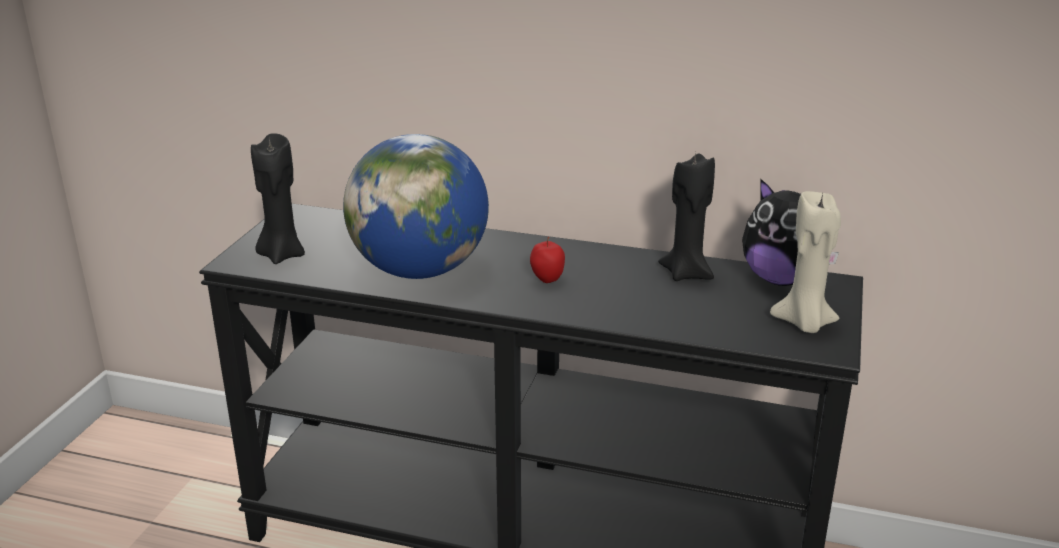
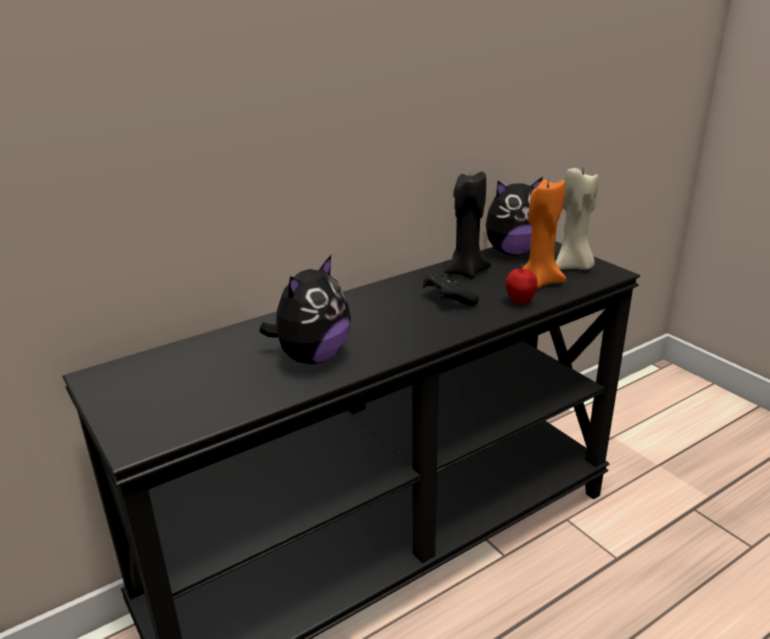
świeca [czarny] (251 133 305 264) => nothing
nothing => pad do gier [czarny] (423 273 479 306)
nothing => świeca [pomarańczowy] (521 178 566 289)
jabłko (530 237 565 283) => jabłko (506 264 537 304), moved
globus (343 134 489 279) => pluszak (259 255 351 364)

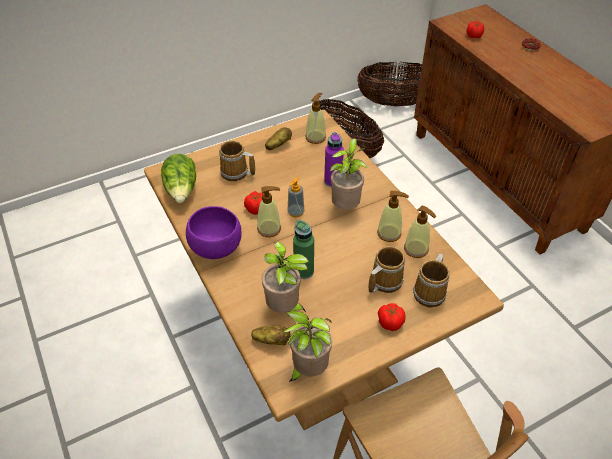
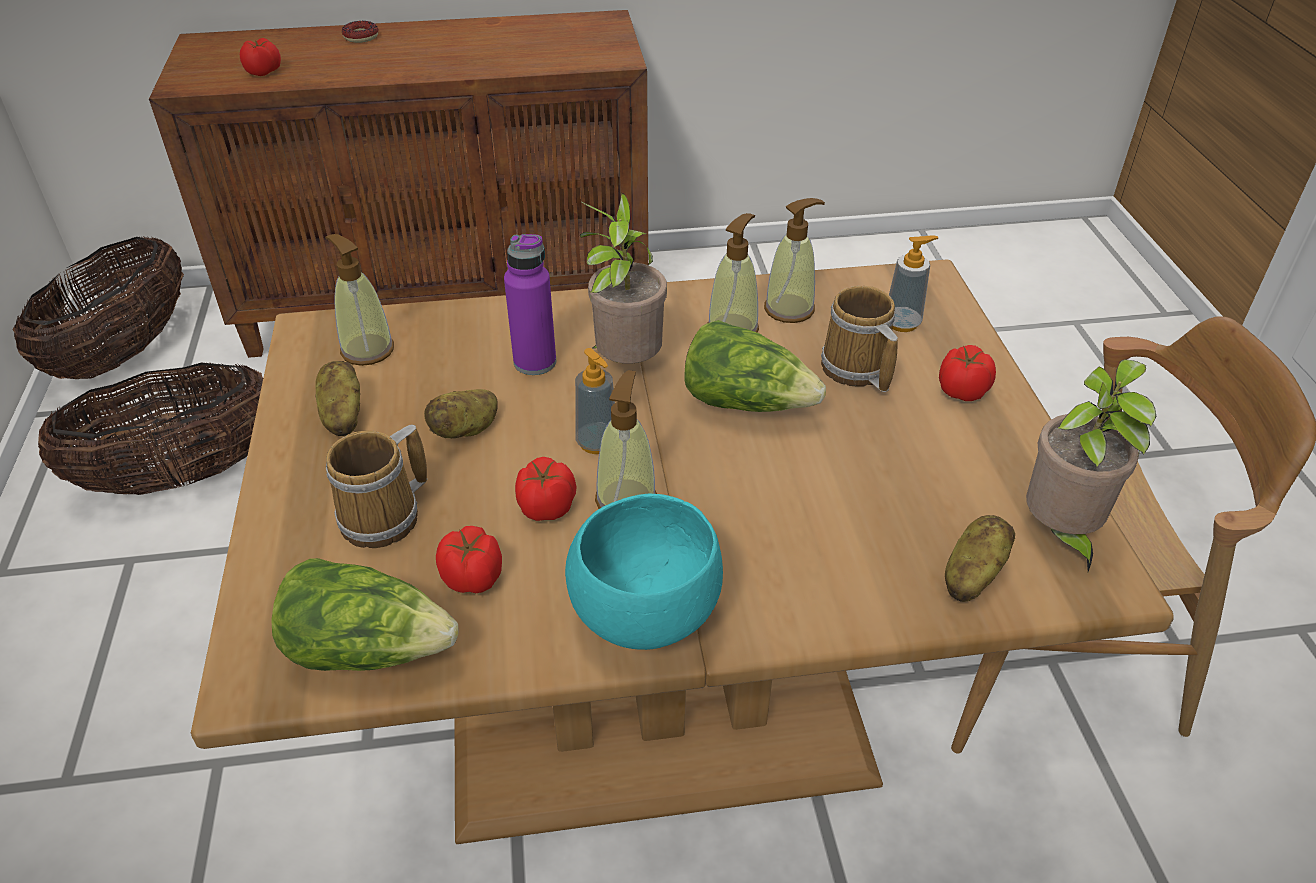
roślina doniczkowa (262 241 309 313) => nothing
butelka [zielony] (293 220 314 279) => nothing
nothing => ziemniak (424 389 498 438)
nothing => pomidor (436 526 502 593)
nothing => sałata (684 320 826 412)
kubek (413 254 450 307) => dozownik mydła (889 236 938 332)
miska [fioletowy] (186 206 242 259) => miska [turkusowy] (565 493 723 650)

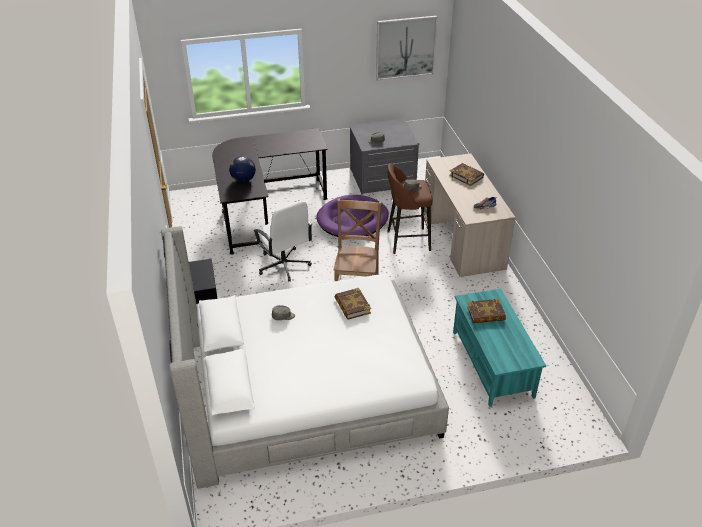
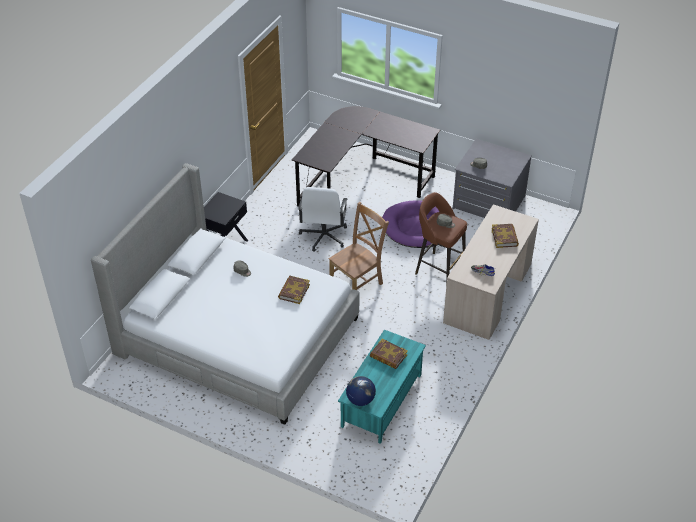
obraz (376 16 438 81) => nothing
globus (229 156 256 183) => globus (346 376 376 406), moved

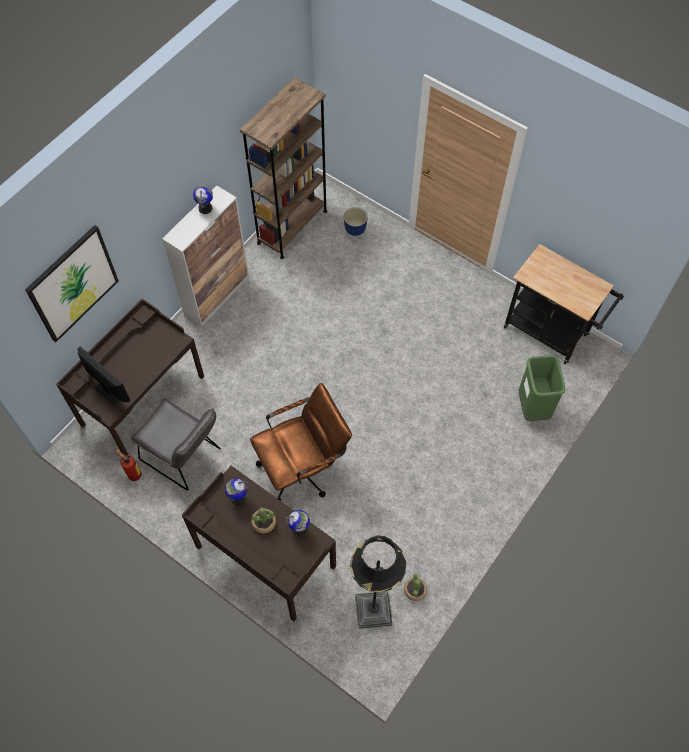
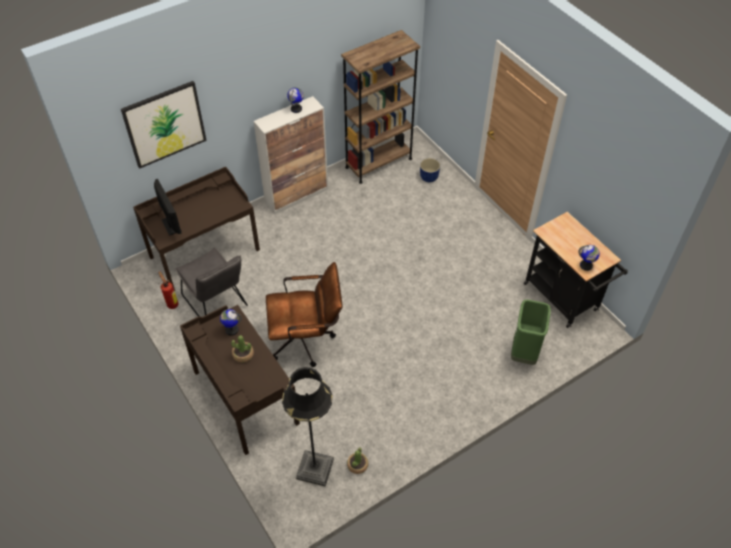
globus (284 510 310 536) => globus (578 245 600 271), moved

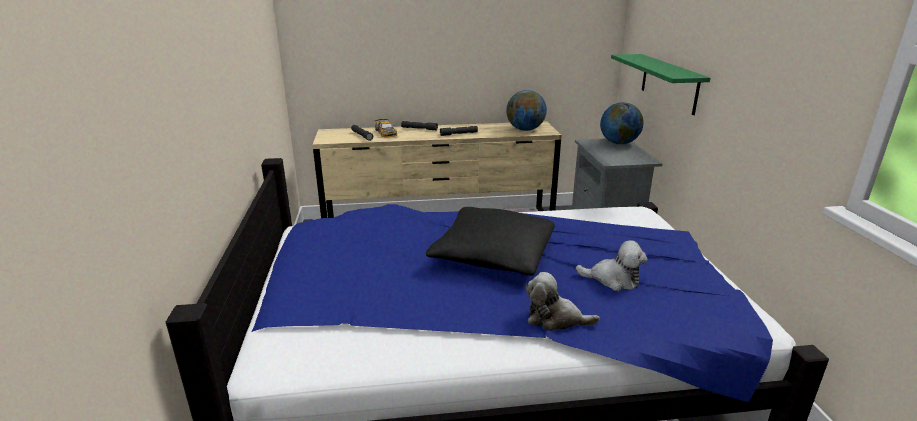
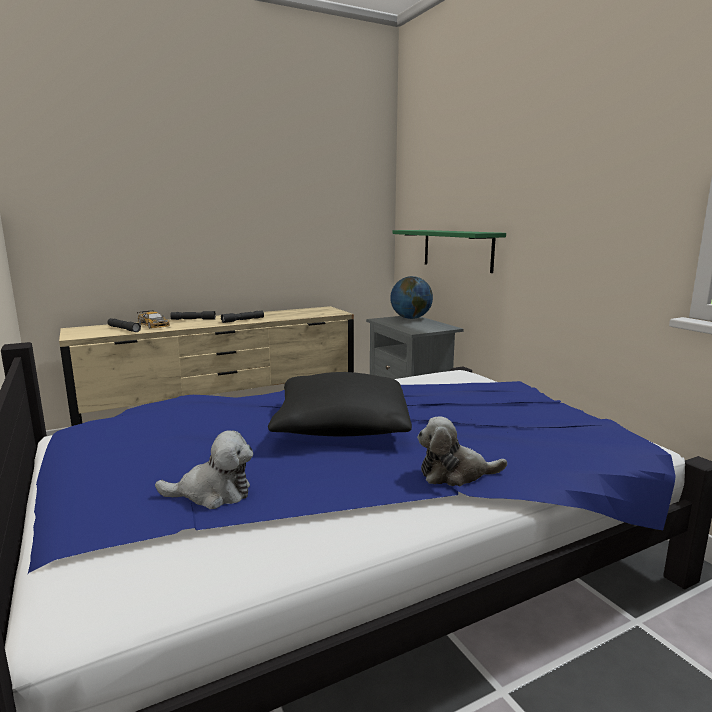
globus (506 90 547 131) => nothing
pluszak (576 240 648 291) => pluszak (155 430 253 509), moved

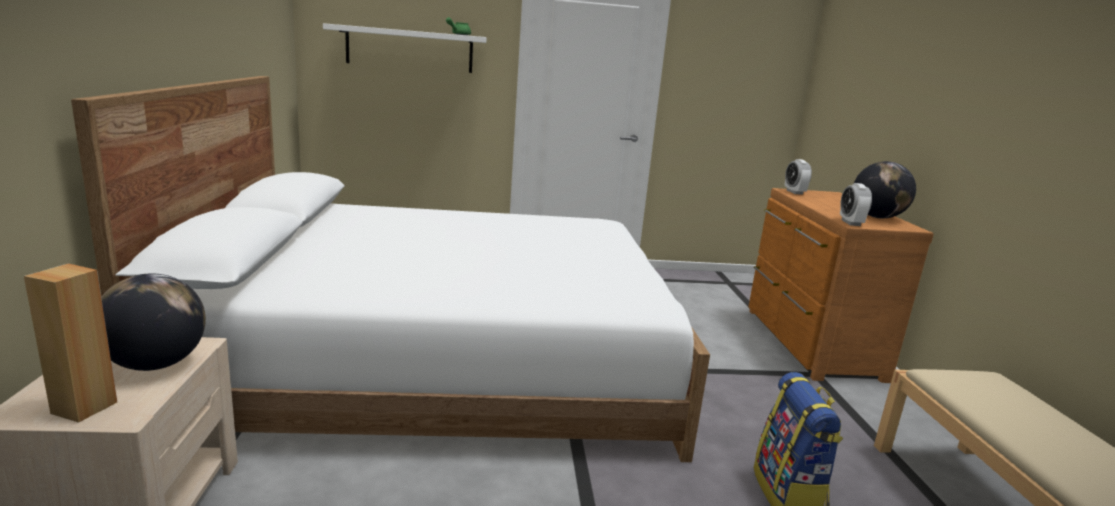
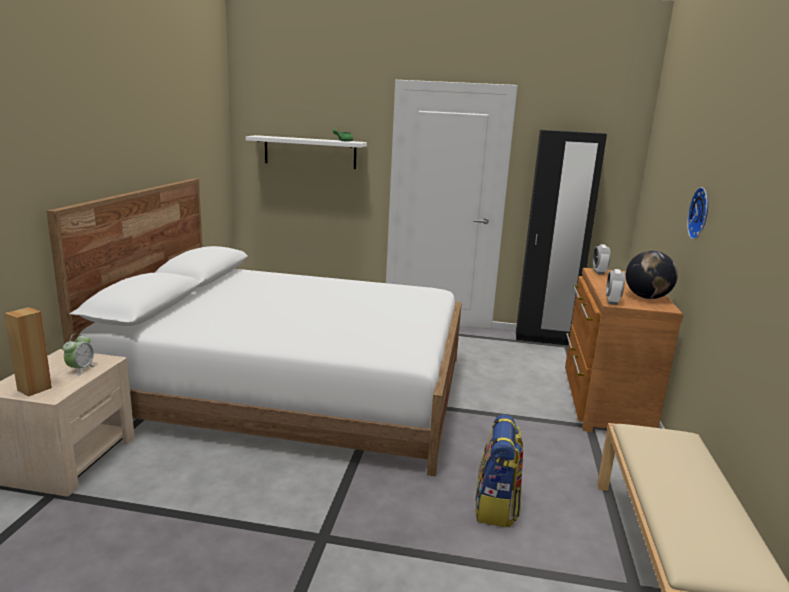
nothing => szafa [czarny] (516 130 607 346)
nothing => zegar ścienny (687 187 708 240)
globus (101 273 206 371) => budzik (63 333 96 376)

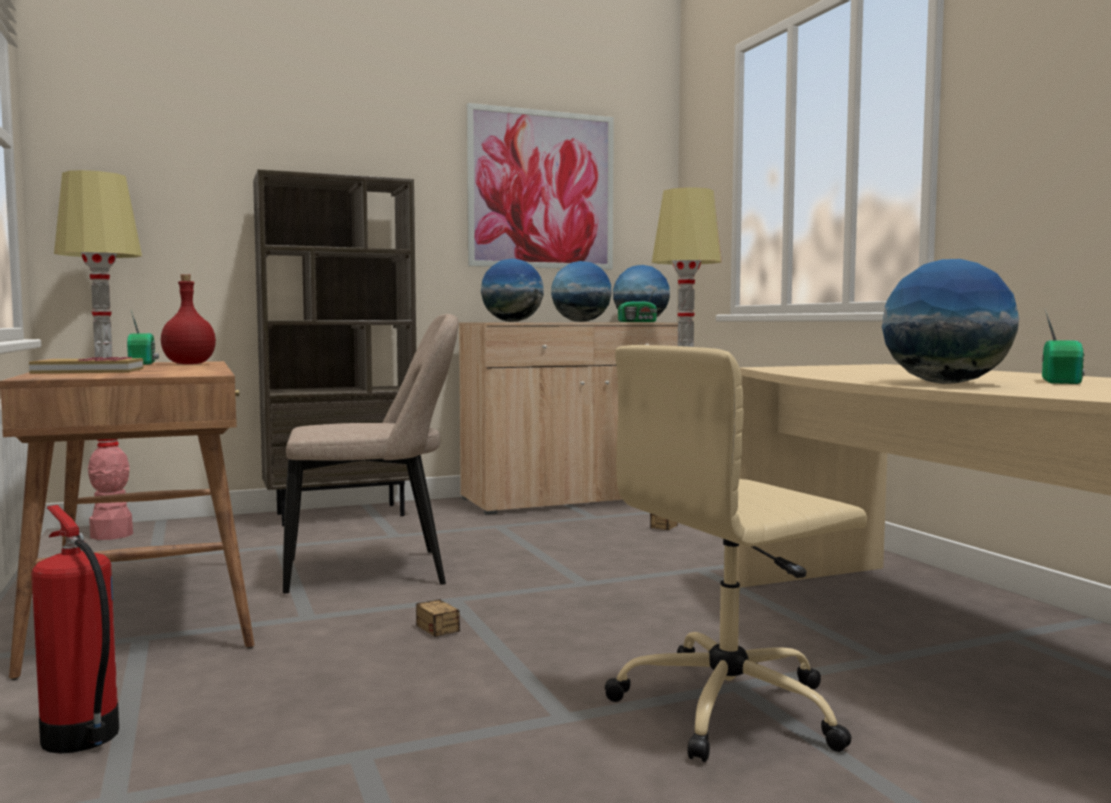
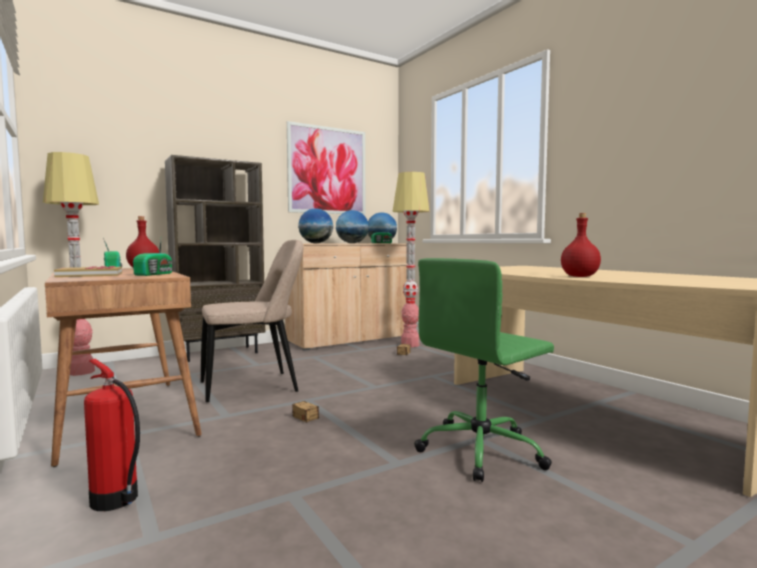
radio (1042 309 1085 384) => radio (133 240 172 276), moved
globus (882 259 1019 384) => butelka [czerwony] (561 213 601 277)
krzesło biurowe [beżowy] (605 345 867 762) => krzesło biurowe [zielony] (414 258 554 482)

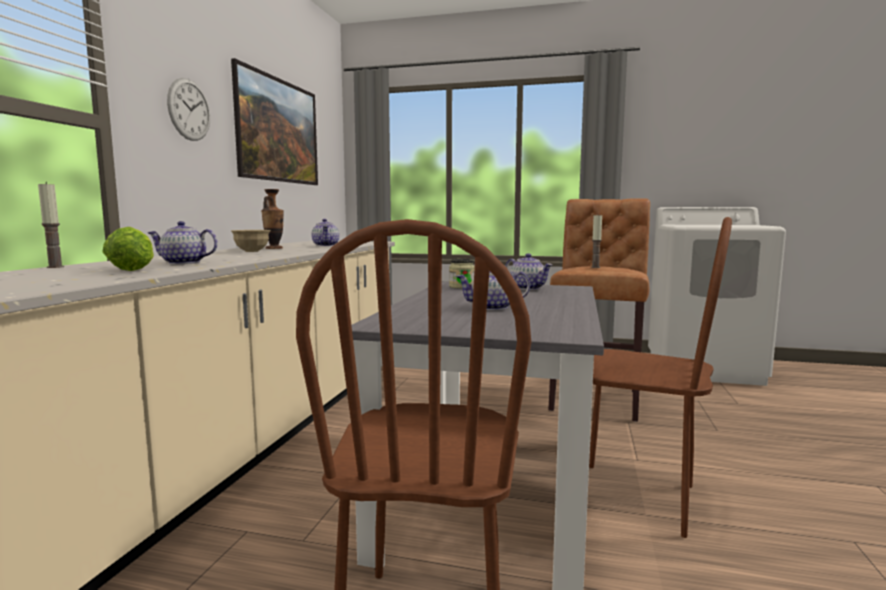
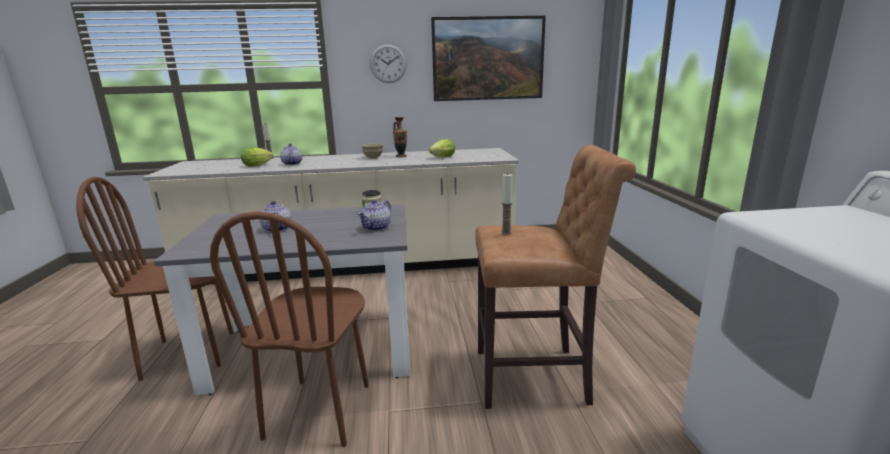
imbryk (311 219 339 246) => sałata (428 139 455 157)

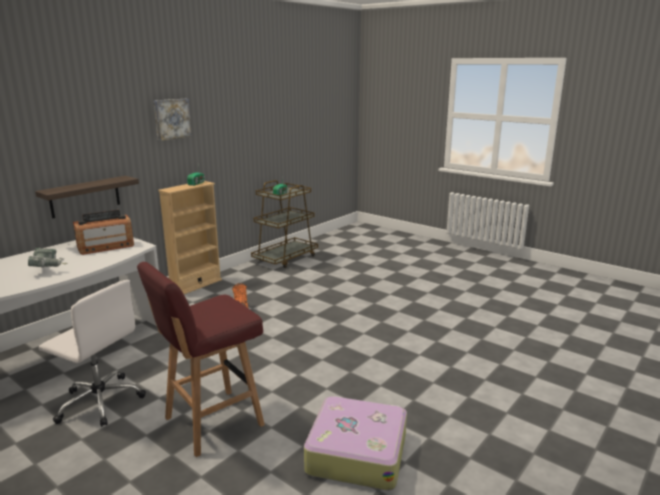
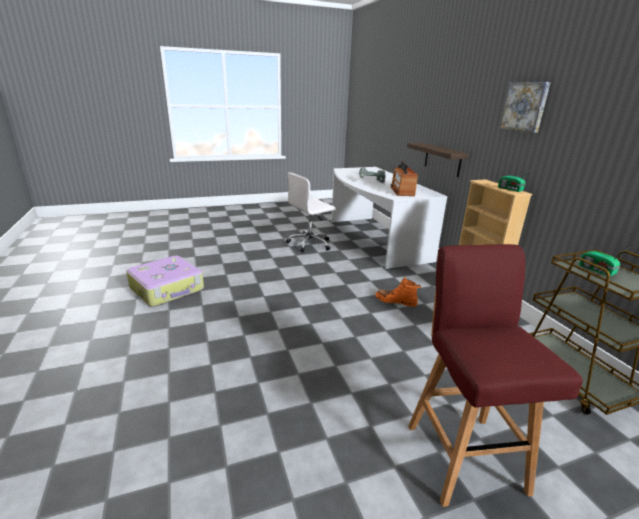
stołek [czerwony] (137 262 265 457) => stołek [czerwony] (408 244 583 507), moved

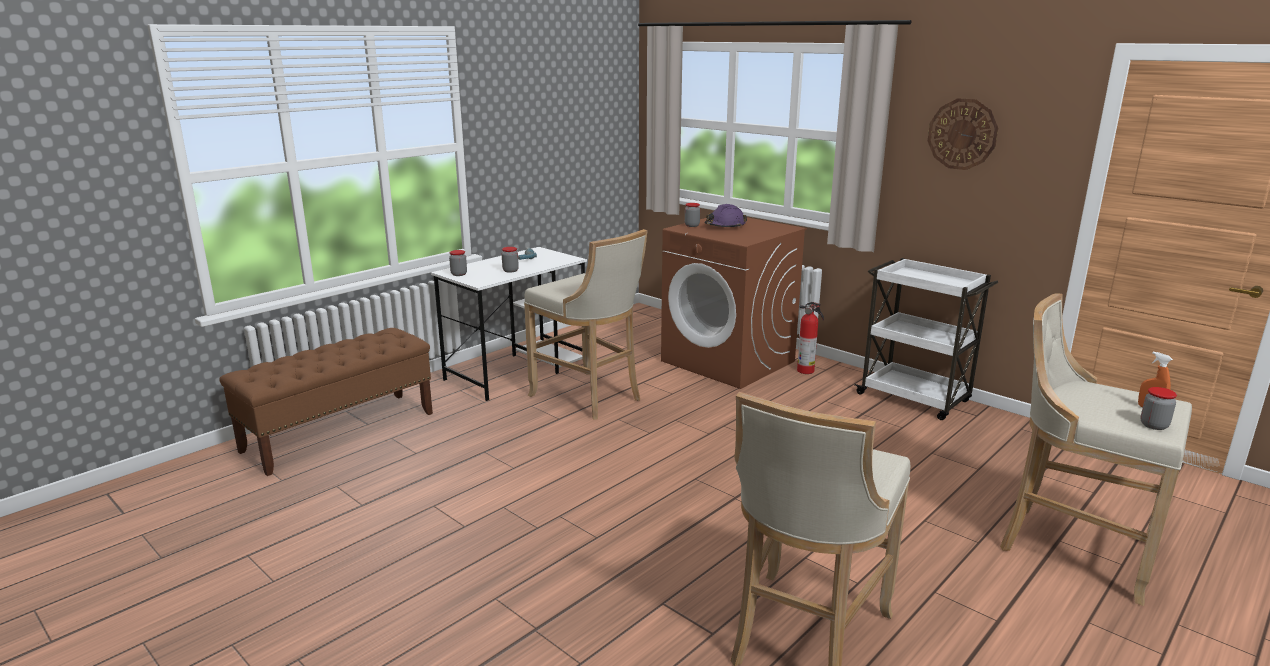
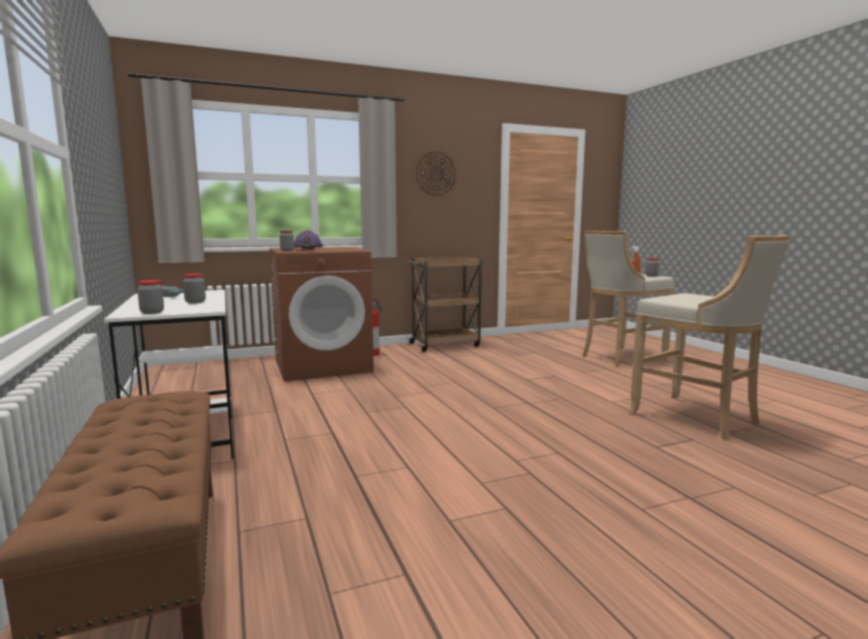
stołek [beżowy] (524 229 648 420) => nothing
wózek [biały] (854 258 998 420) => wózek [brązowy] (407 257 486 352)

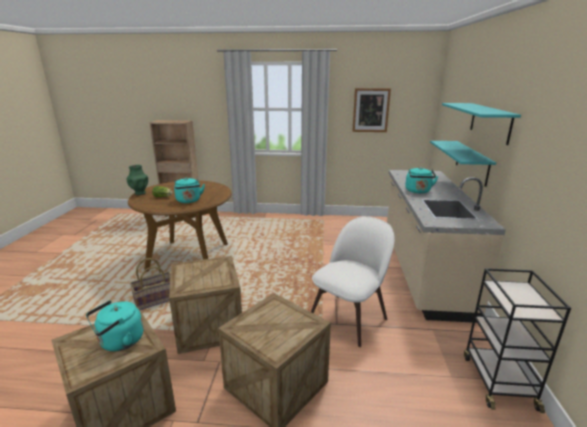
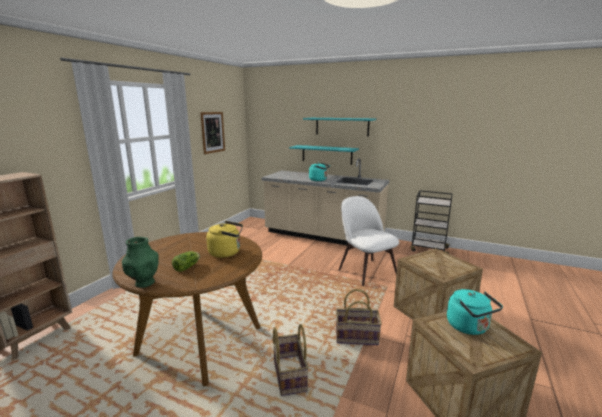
skrzynka (169 256 242 354) => koszyk (336 289 382 345)
czajnik [turkusowy] (174 178 205 203) => czajnik [żółty] (206 221 243 258)

